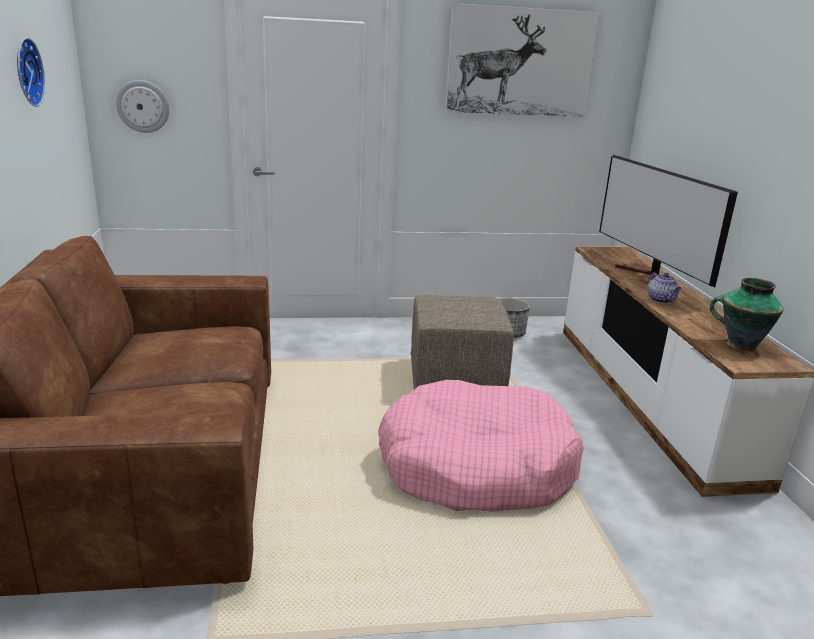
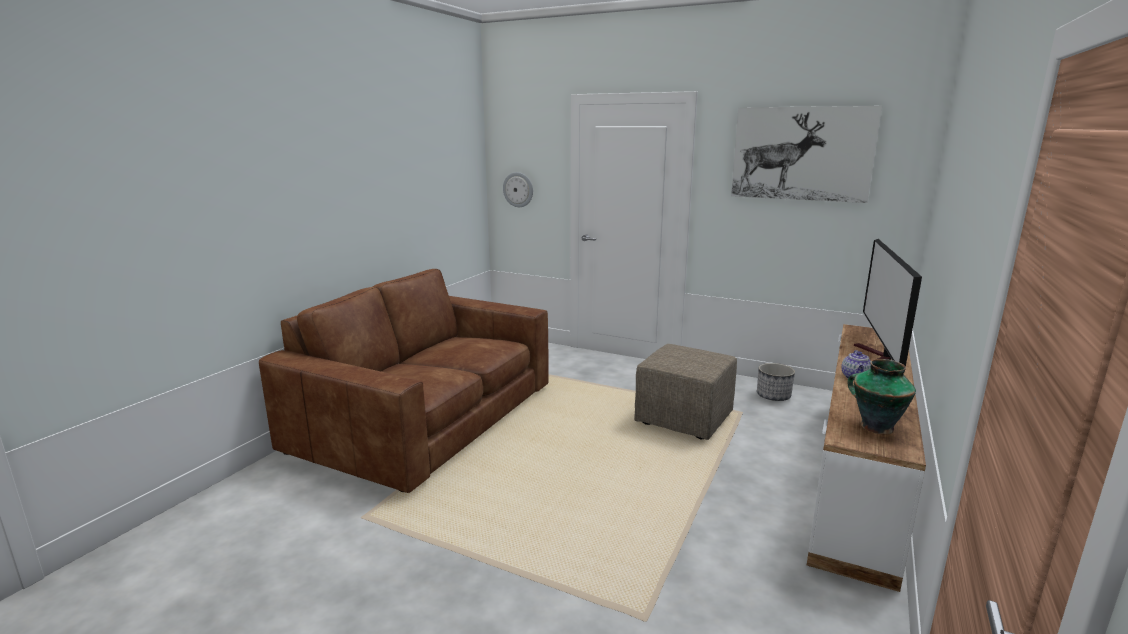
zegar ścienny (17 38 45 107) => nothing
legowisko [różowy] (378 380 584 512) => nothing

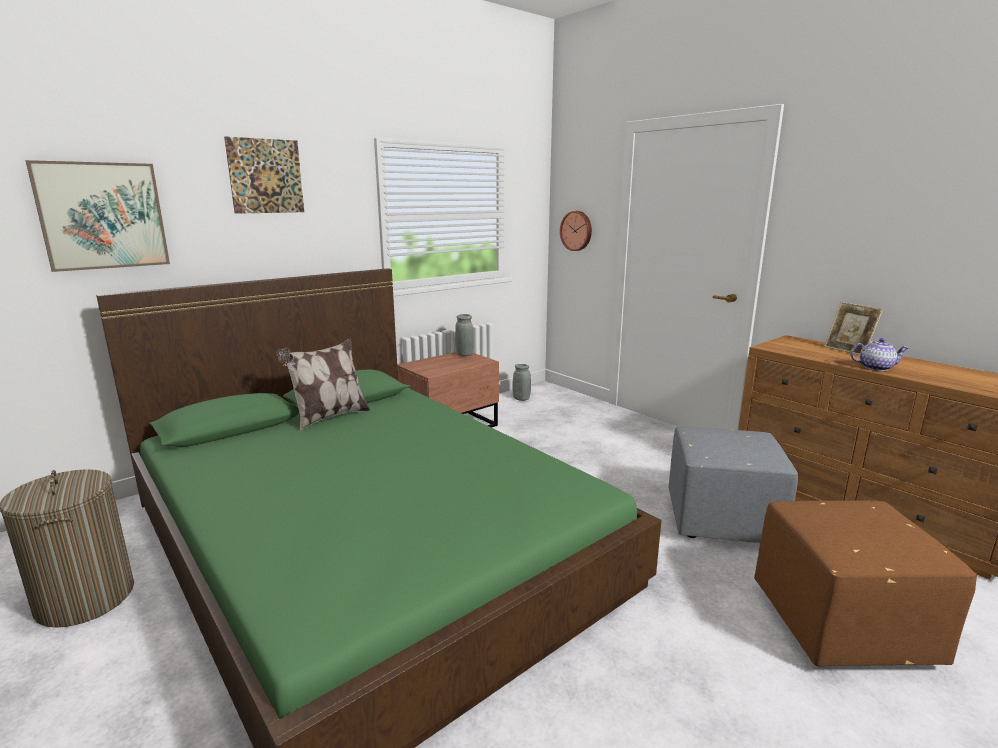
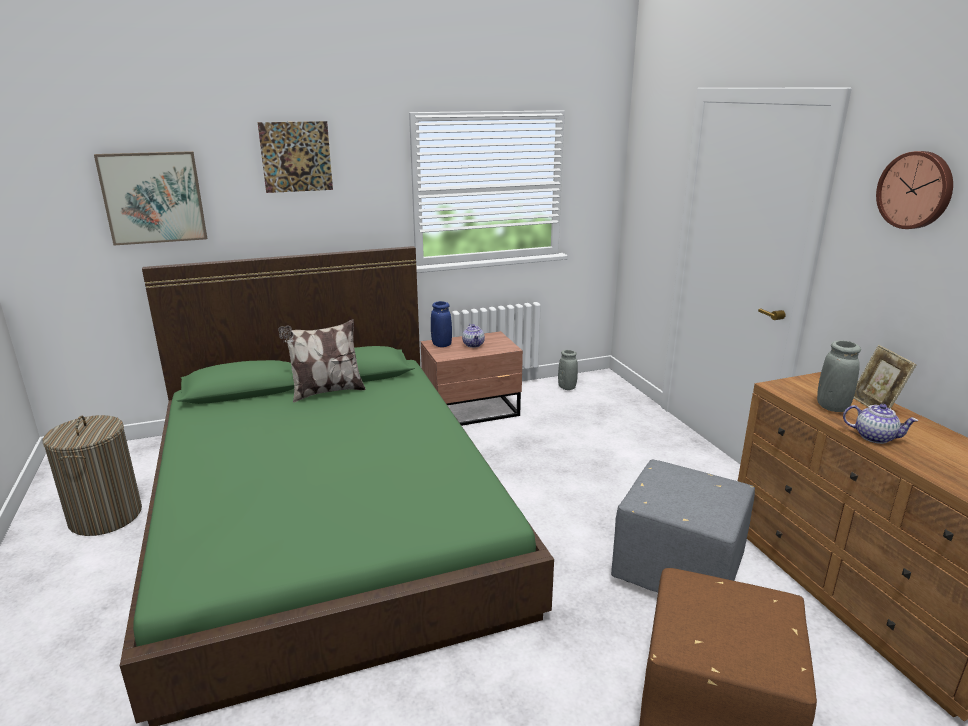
nothing => wazon [niebieski] (431 301 452 347)
nothing => imbryk (462 324 485 348)
wazon [szary] (455 314 474 356) => wazon [szary] (817 340 861 412), moved
zegar ścienny (560 211 592 251) => zegar ścienny (876 151 953 229), moved

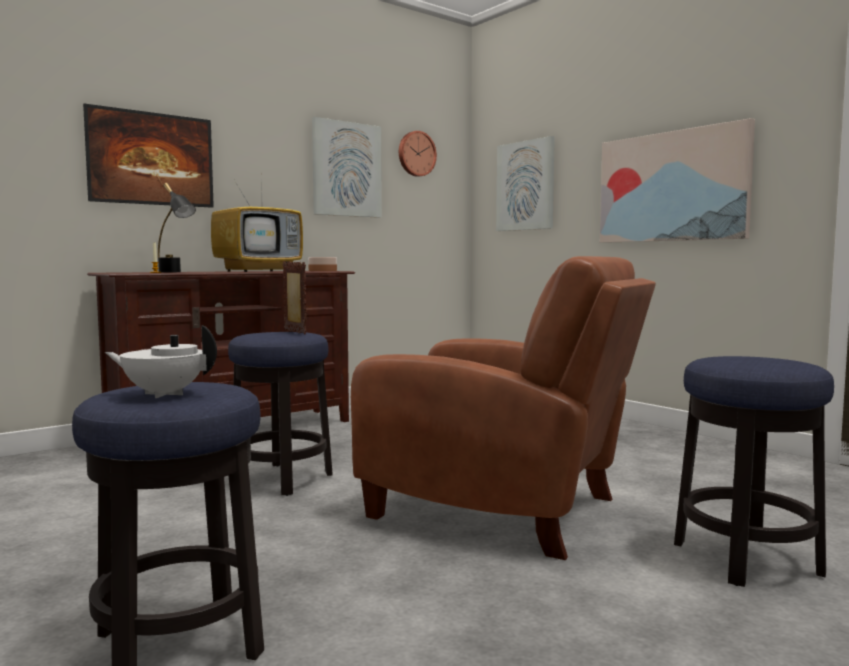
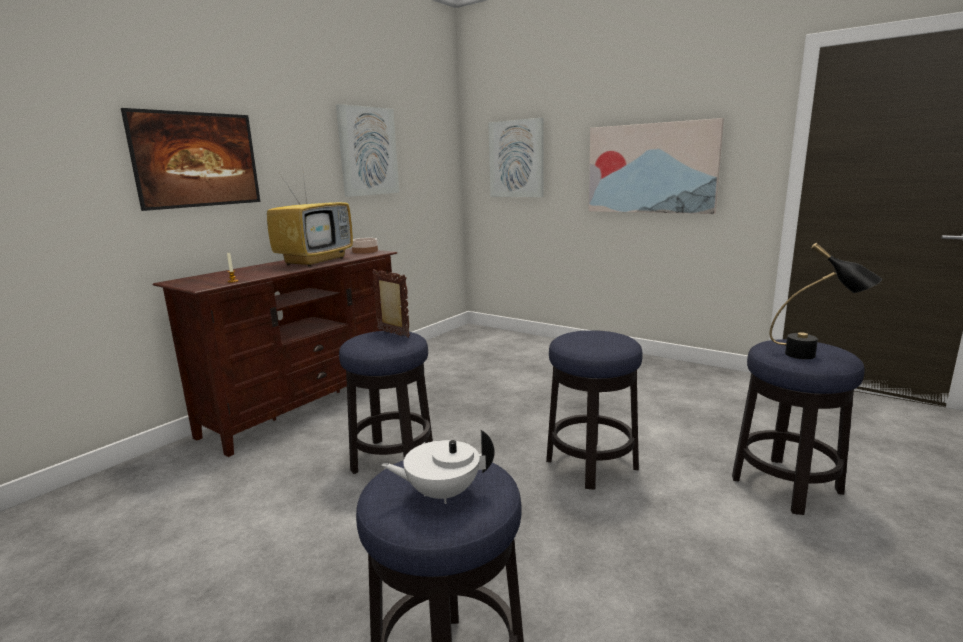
zegar ścienny (399 131 437 177) => nothing
lampa stołowa [czarny] (158 183 196 272) => lampa stołowa [czarny] (769 243 882 359), moved
fotel [brązowy] (351 256 656 560) => stołek (546 330 643 490)

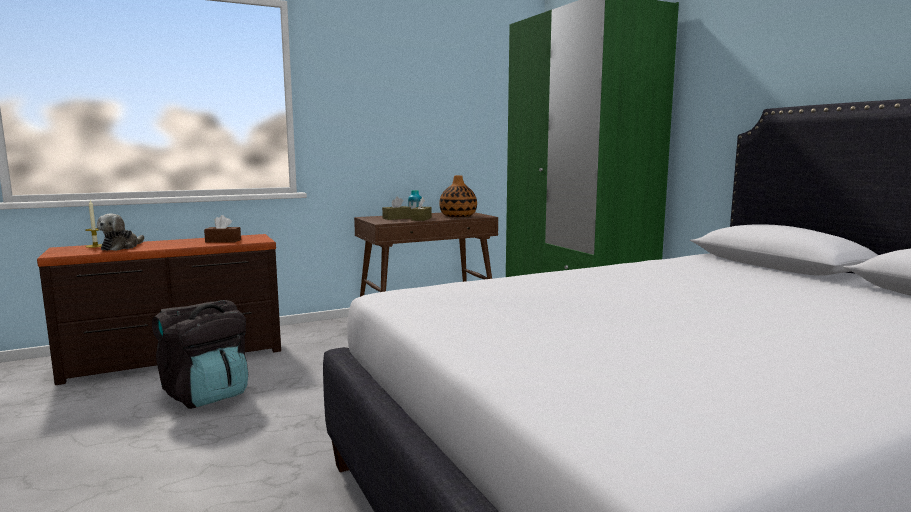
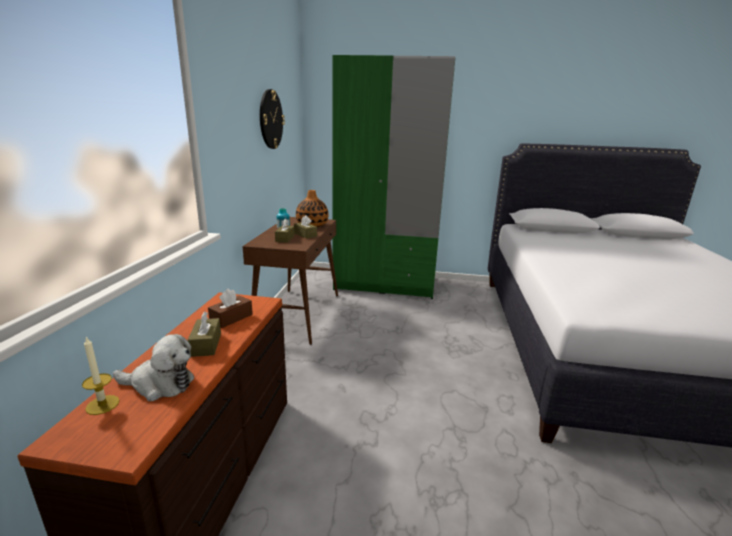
plecak [czarny] (152 300 248 409) => nothing
nothing => pudełko chusteczek [brązowy] (187 312 221 357)
nothing => zegar ścienny (260 89 285 149)
pluszak (97 214 144 251) => pluszak (113 334 194 401), 45 degrees counterclockwise

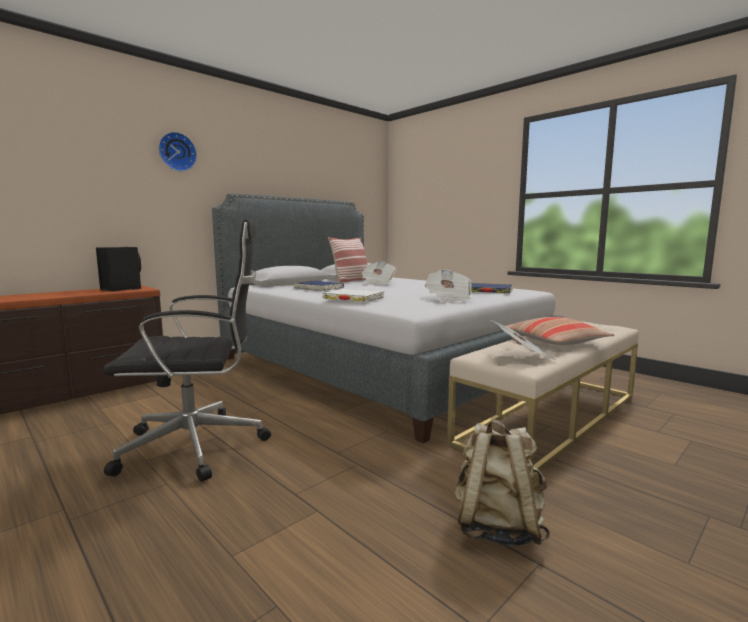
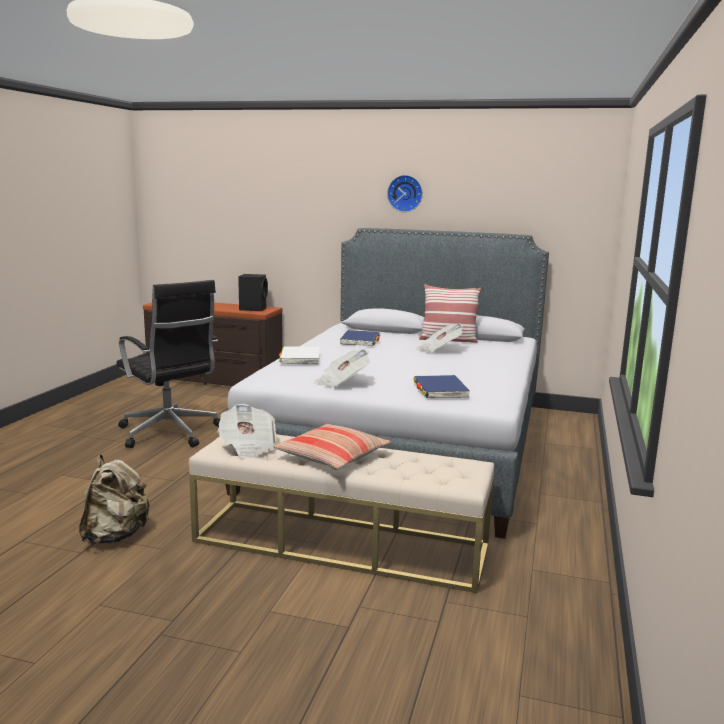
zegar ścienny (158 132 197 171) => zegar ścienny (387 175 423 212), moved

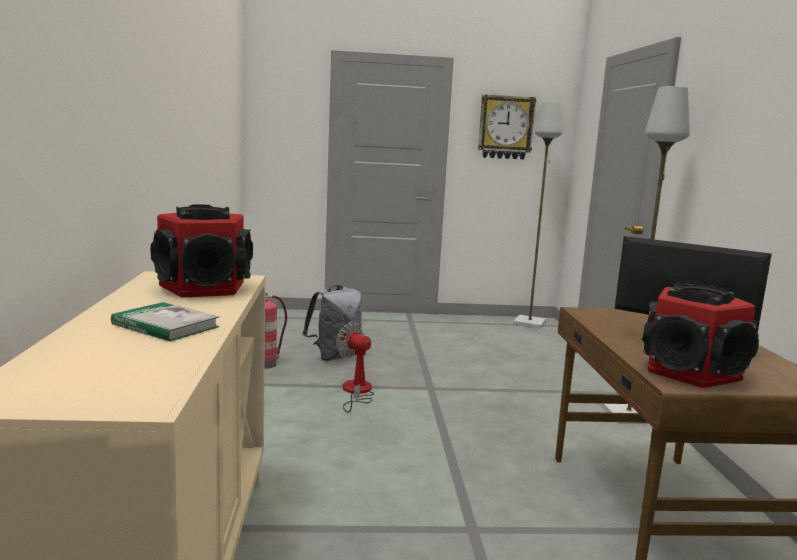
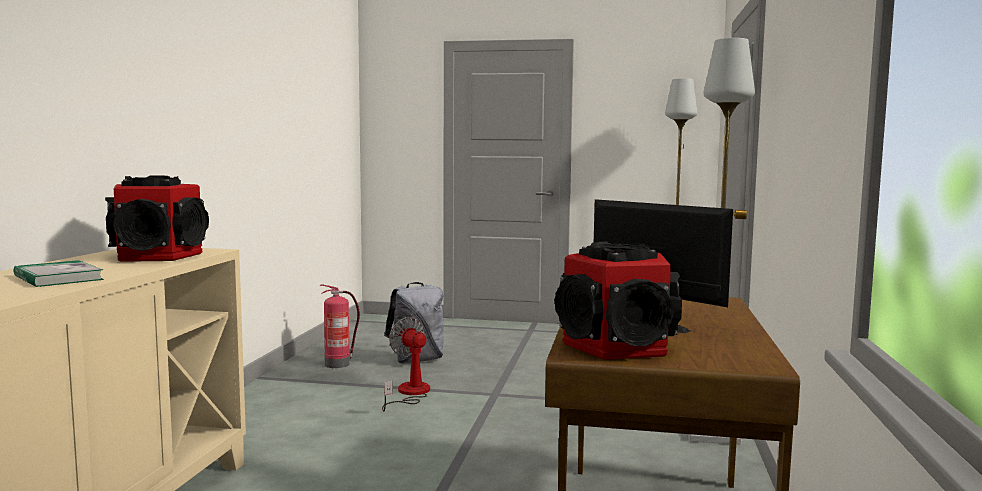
zegar ścienny (478 94 537 160) => nothing

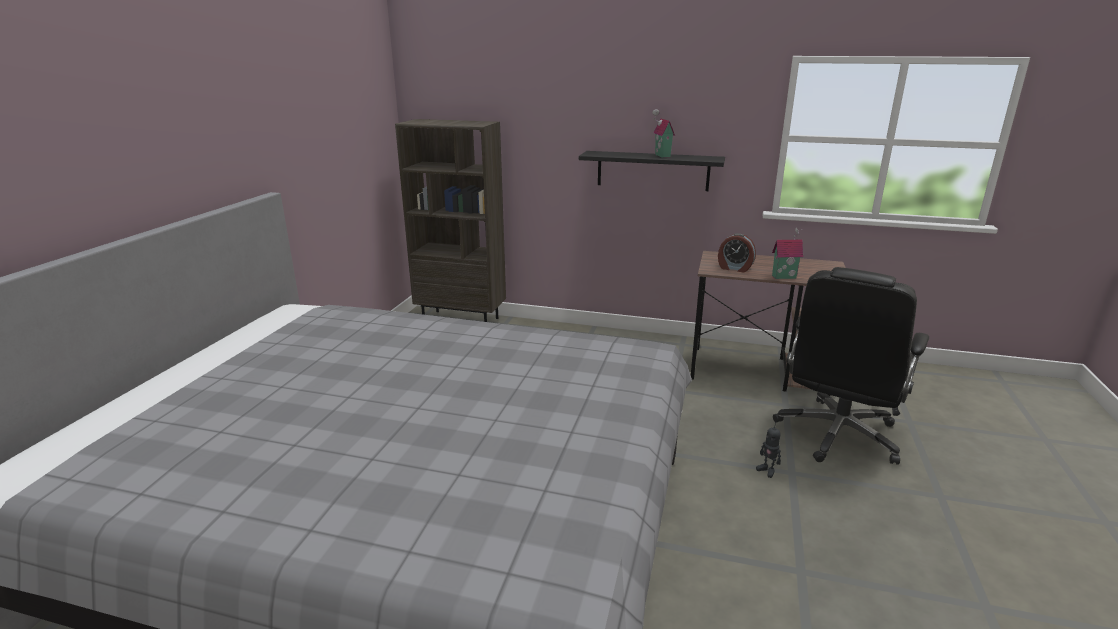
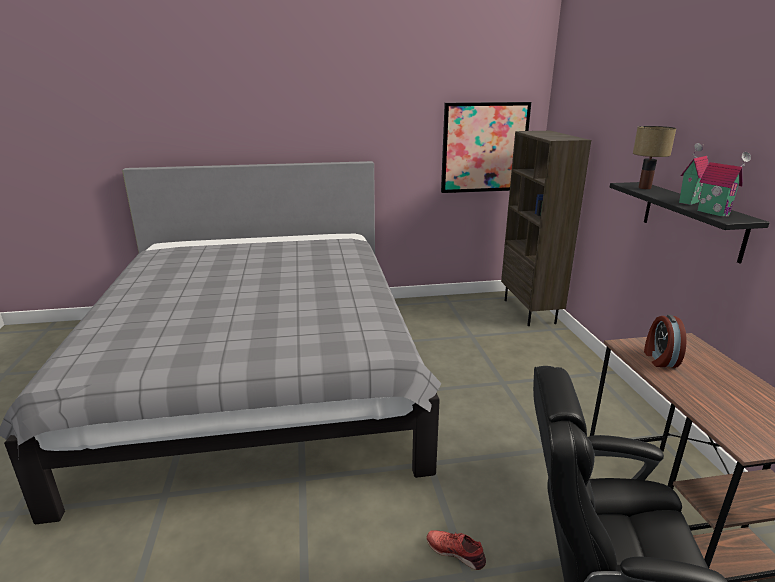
nothing => obraz (441 102 531 193)
nothing => lampa stołowa (633 126 676 189)
domek (772 227 803 279) => domek (697 152 751 217), moved
robot zabawkowy (756 422 781 478) => but [czerwony] (426 530 486 570)

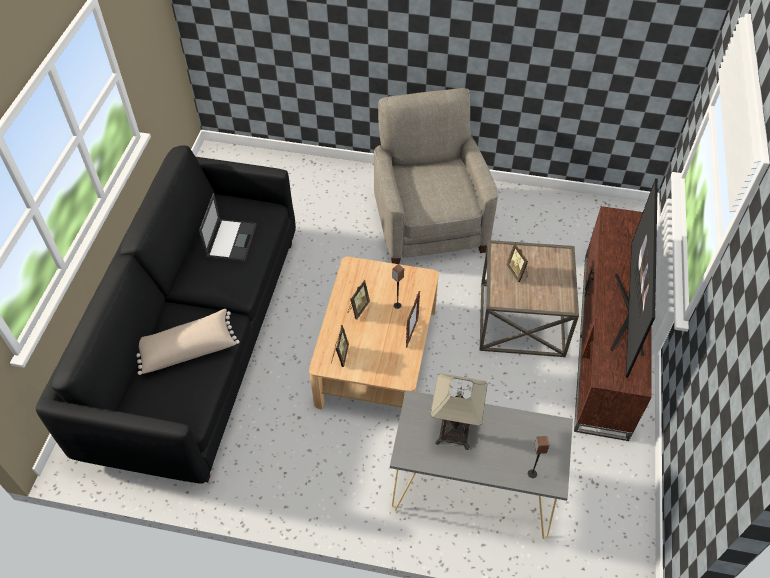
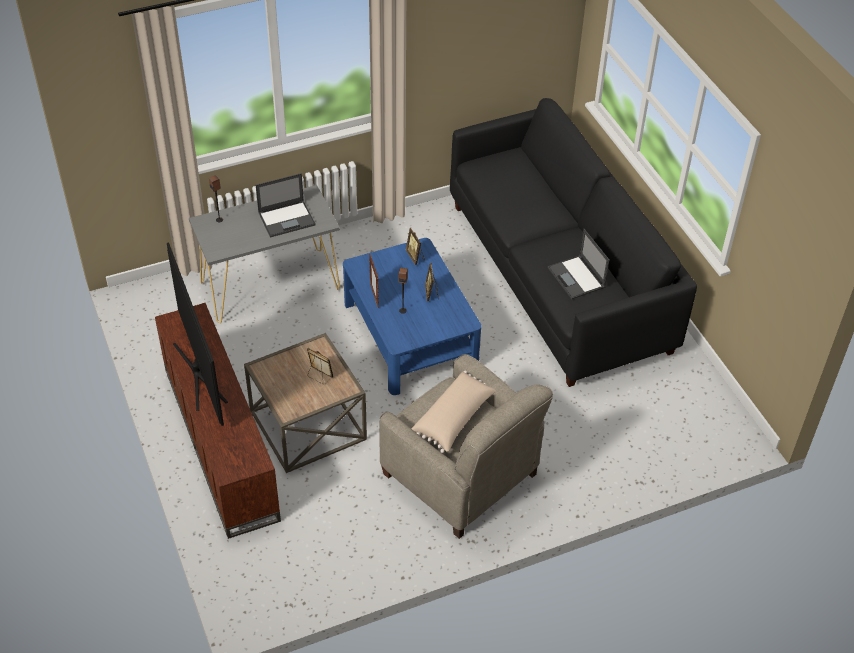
poduszka [beżowy] (137 309 239 375) => poduszka [beżowy] (411 371 496 453), moved
lampa stołowa (430 373 488 450) => laptop (256 173 316 237)
ława [beżowy] (309 256 439 409) => ława [niebieski] (343 238 482 395)

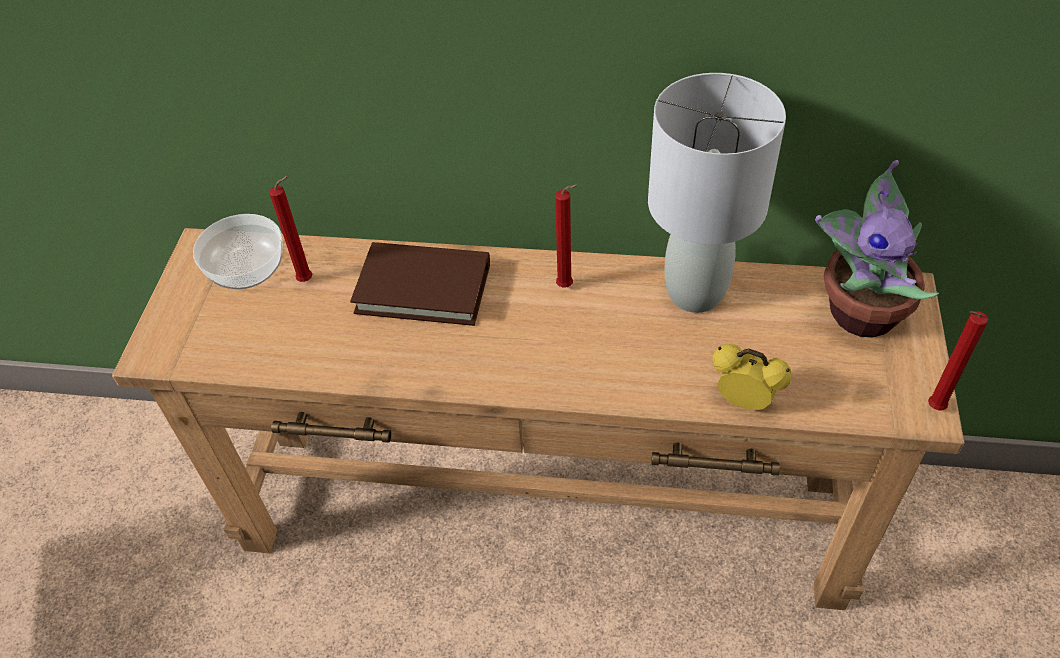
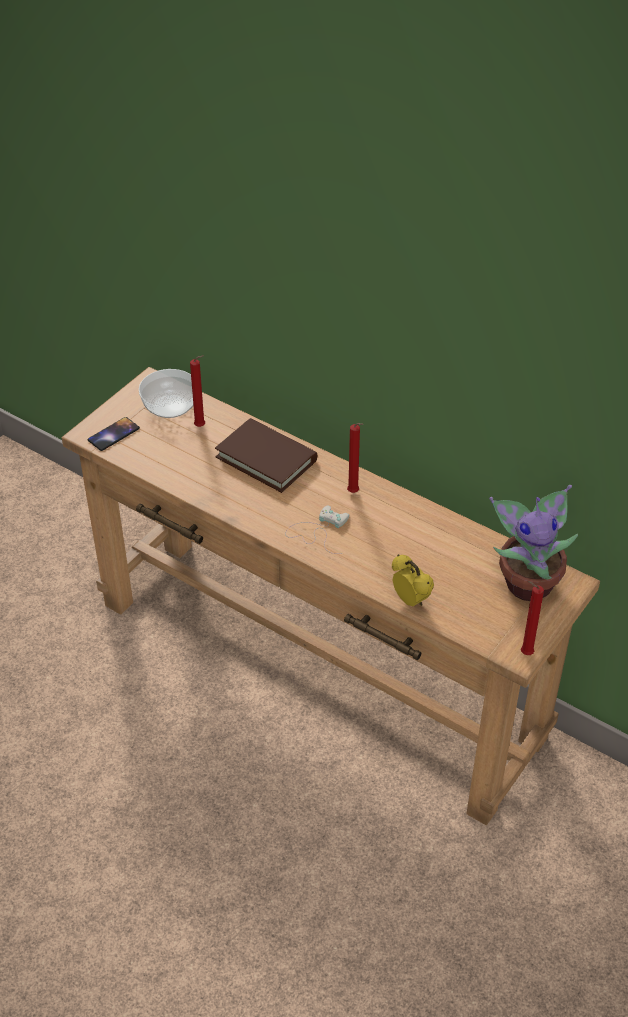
lampa stołowa [szary] (648 73 786 313) => nothing
nothing => telefon (88 417 140 451)
nothing => pad do gier [biały] (285 506 349 554)

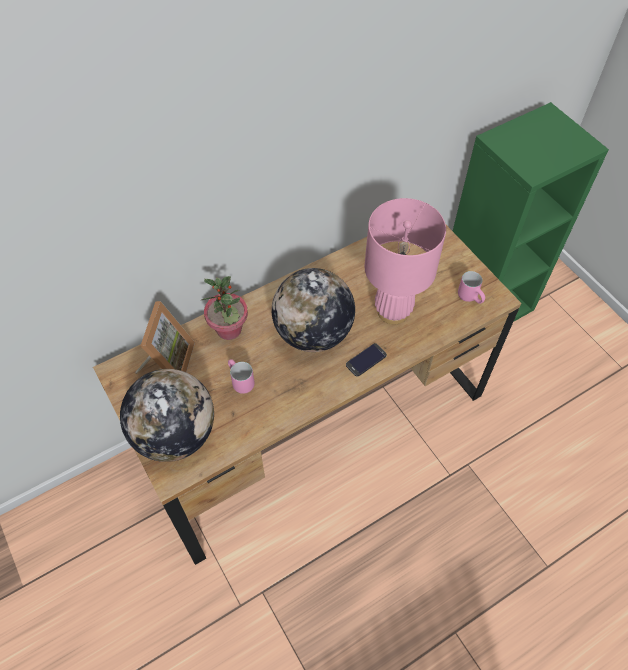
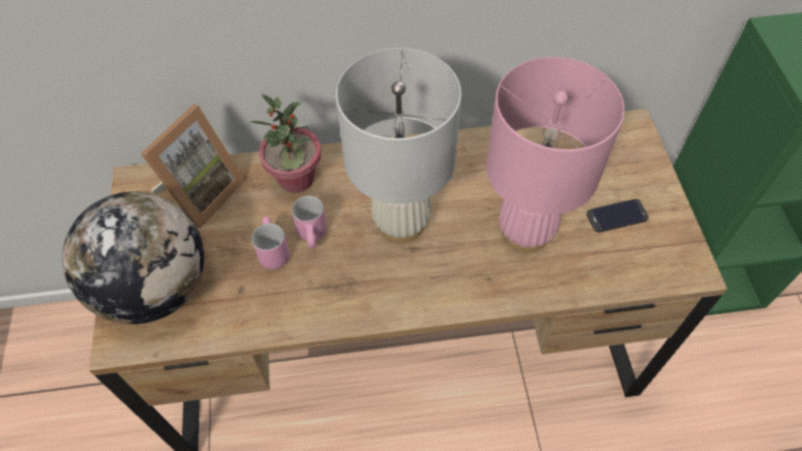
telefon (346 343 387 377) => telefon (587 199 649 232), moved
kubek [różowy] (458 271 485 304) => kubek [różowy] (292 196 327 249), moved
globus (271 268 355 352) => lampa stołowa [biały] (336 48 461 243)

